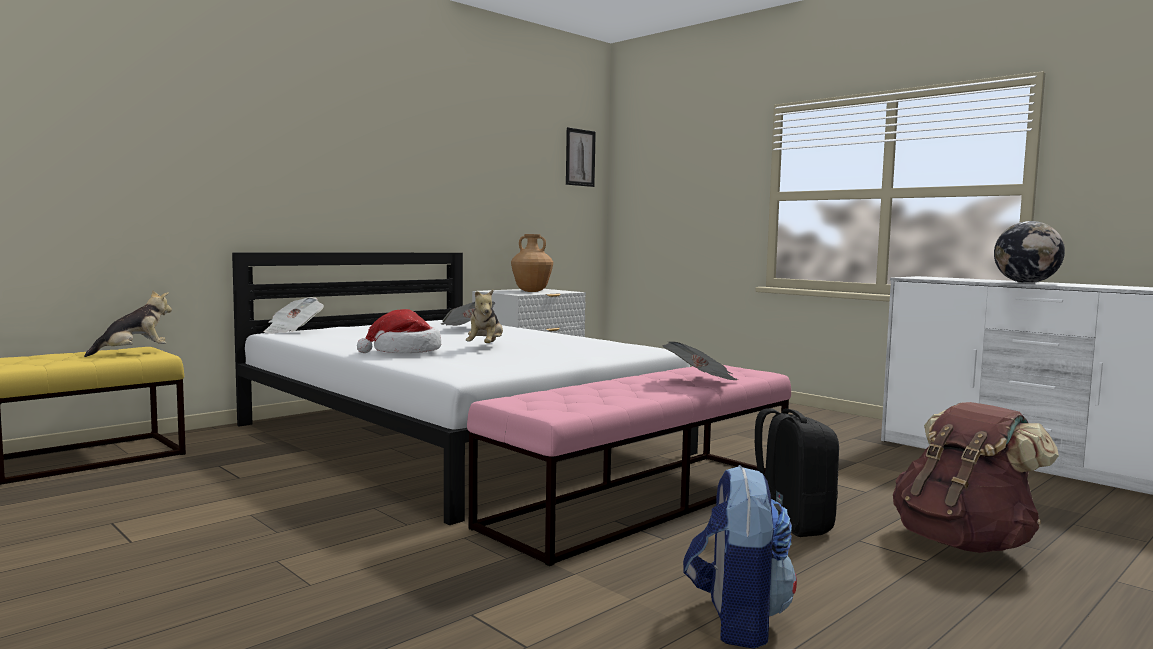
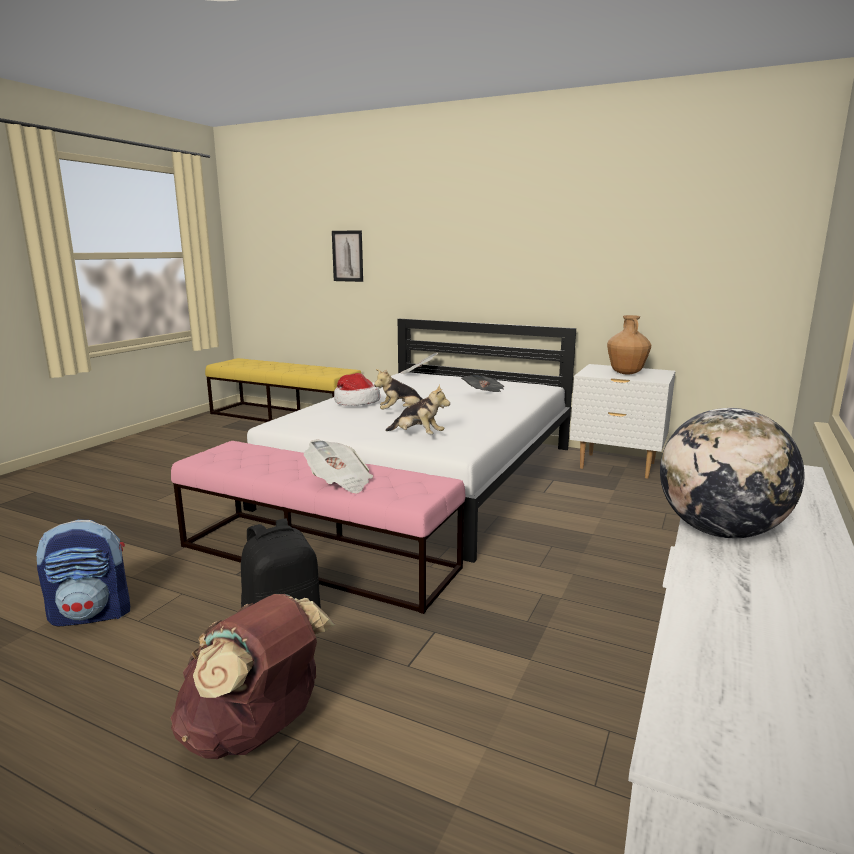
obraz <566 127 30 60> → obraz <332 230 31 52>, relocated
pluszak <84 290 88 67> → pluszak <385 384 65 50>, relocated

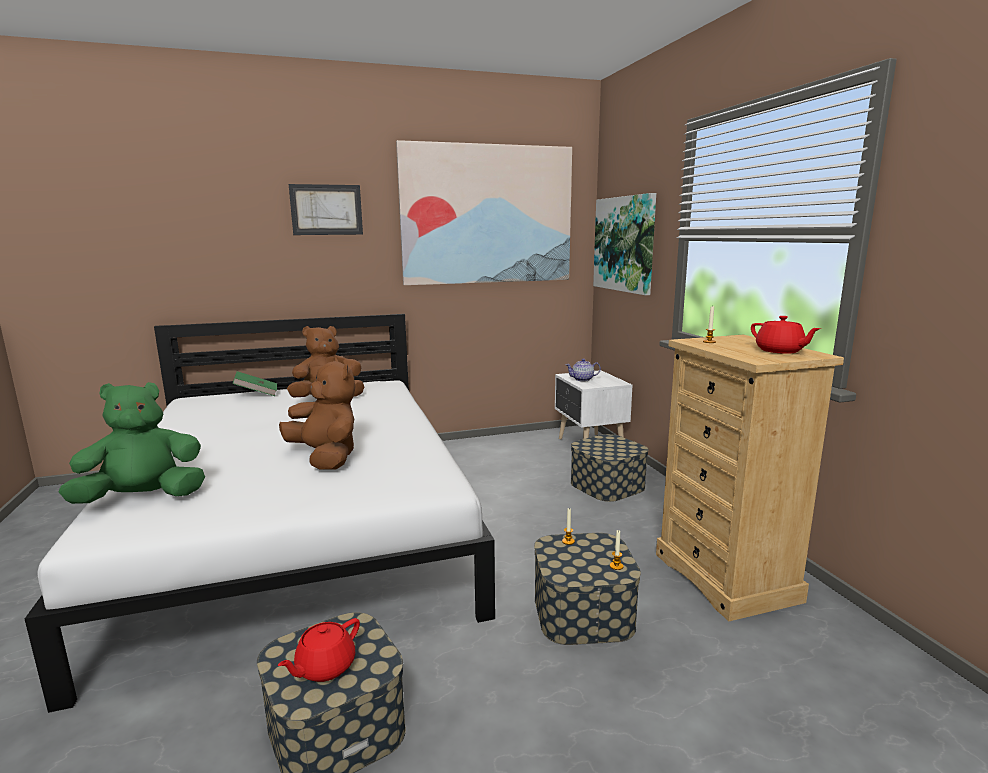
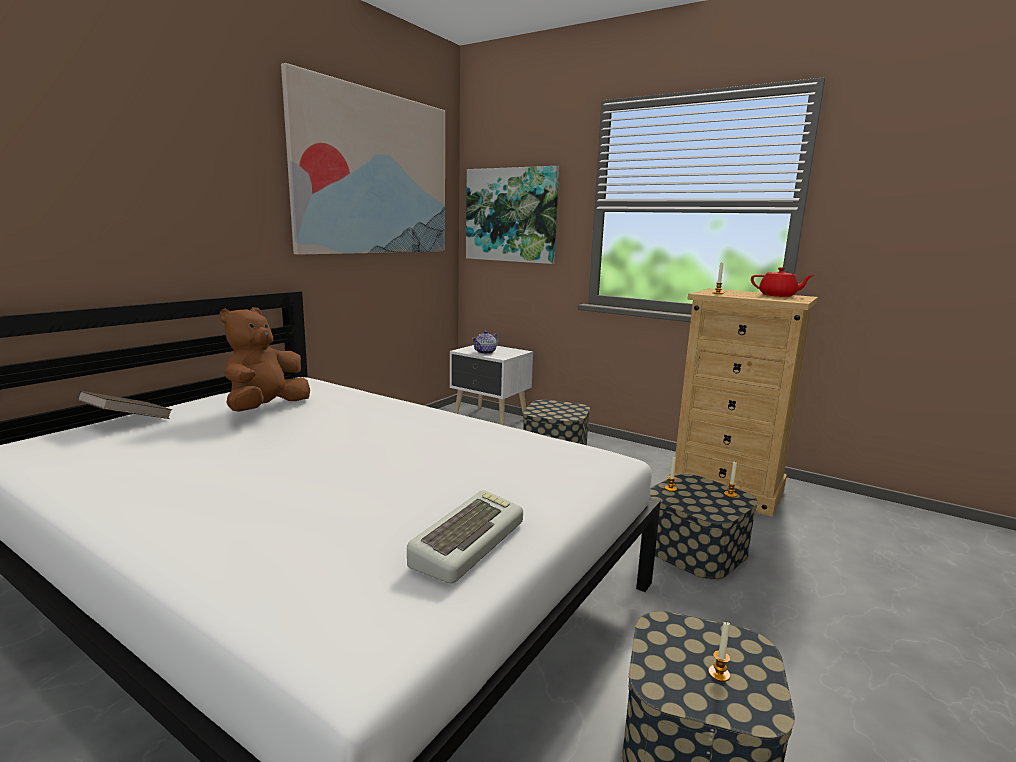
książka (zielony) <232 371 45 25> → książka (brązowy) <77 391 95 28>
- → klawiatura <407 490 116 94>
imbryk (czerwony) <278 618 82 64> → świeca <708 622 22 60>
pluszak (zielony) <59 382 146 122> → -
pluszak (brązowy) <279 358 76 111> → -
obraz <289 184 74 51> → -

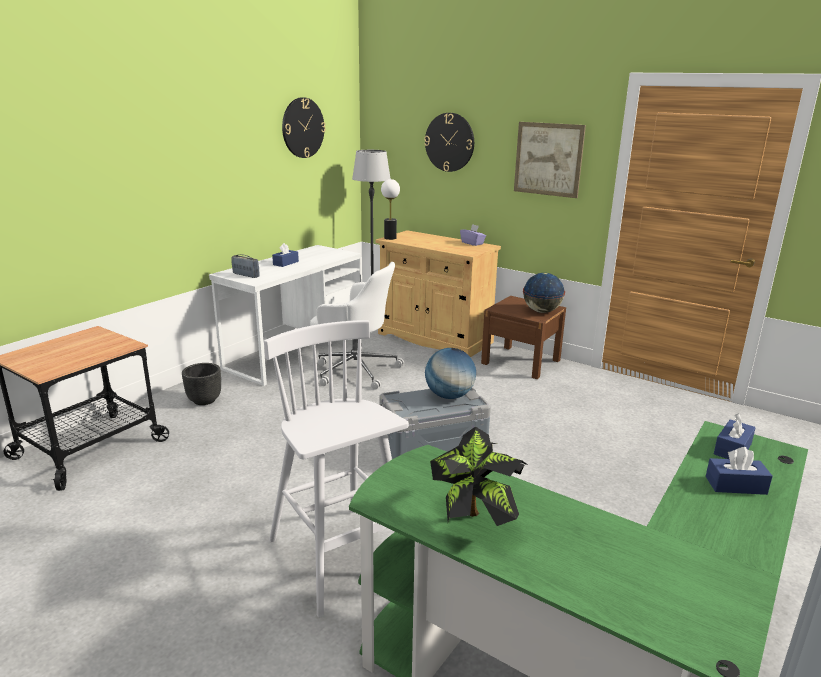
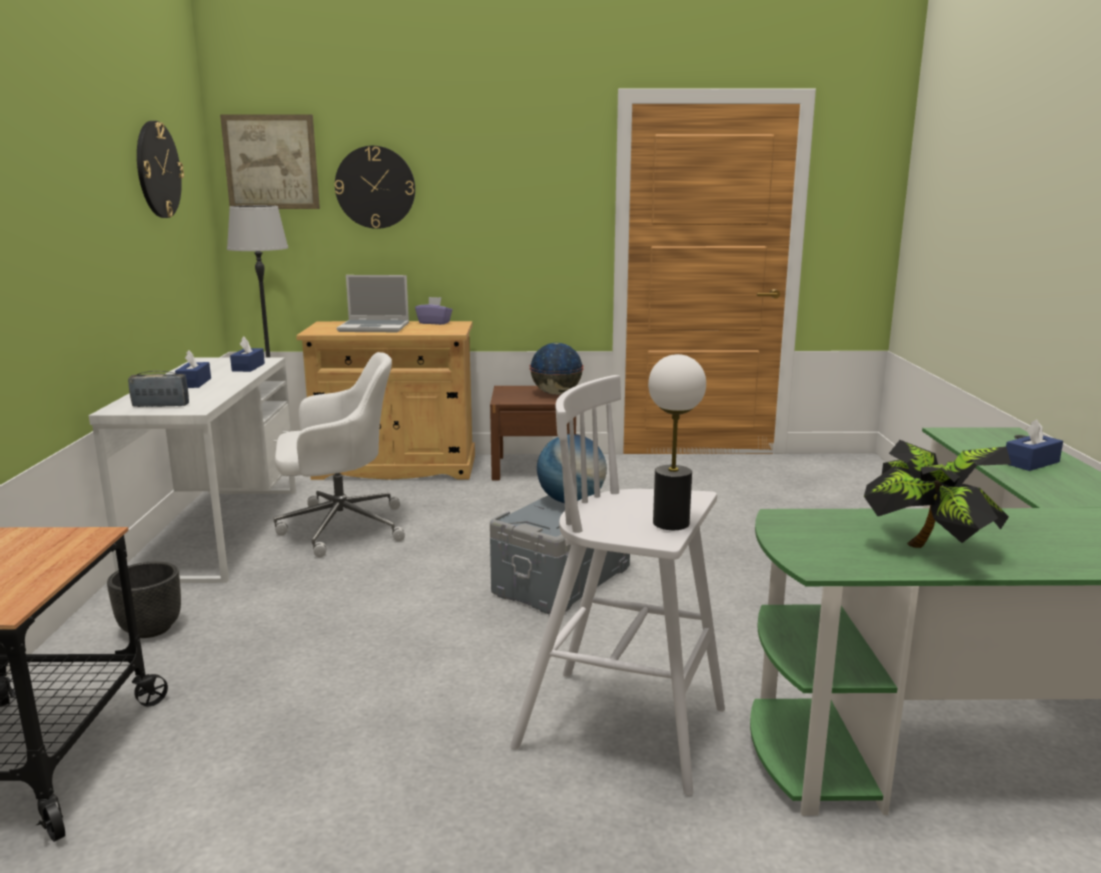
obraz <514 122 72 76> → obraz <220 115 100 94>, relocated
pudełko chusteczek (niebieski) <714 413 42 46> → pudełko chusteczek (niebieski) <230 337 35 35>, relocated
- → laptop <337 275 72 57>
lampa stołowa <381 179 19 61> → lampa stołowa <648 354 58 176>, relocated

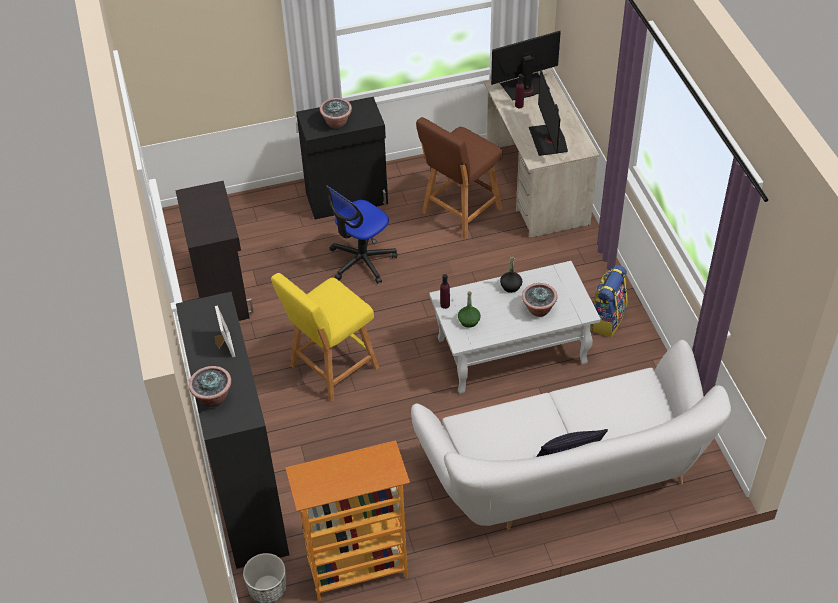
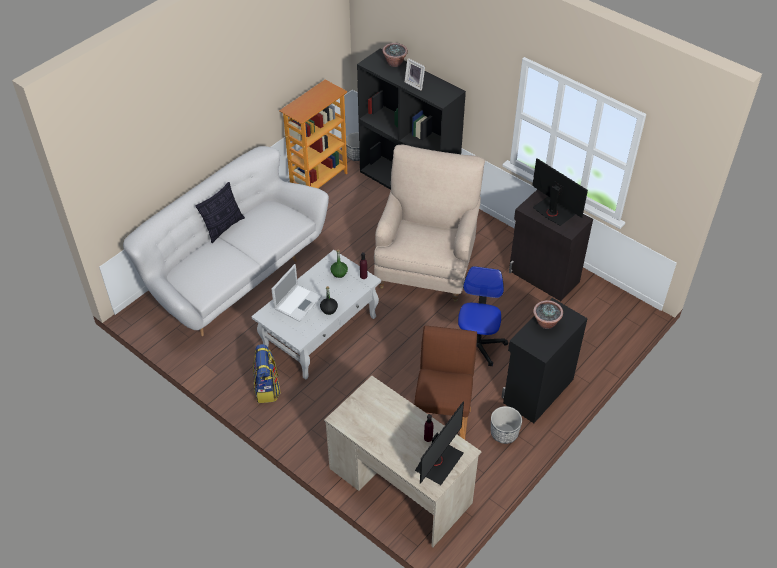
roślina doniczkowa <522 283 35 34> → laptop <271 264 51 58>
stołek (żółty) <271 273 108 129> → fotel (beżowy) <374 145 111 157>
- → donica <491 406 31 38>
monitor <529 70 39 86> → monitor <532 158 56 68>, relocated

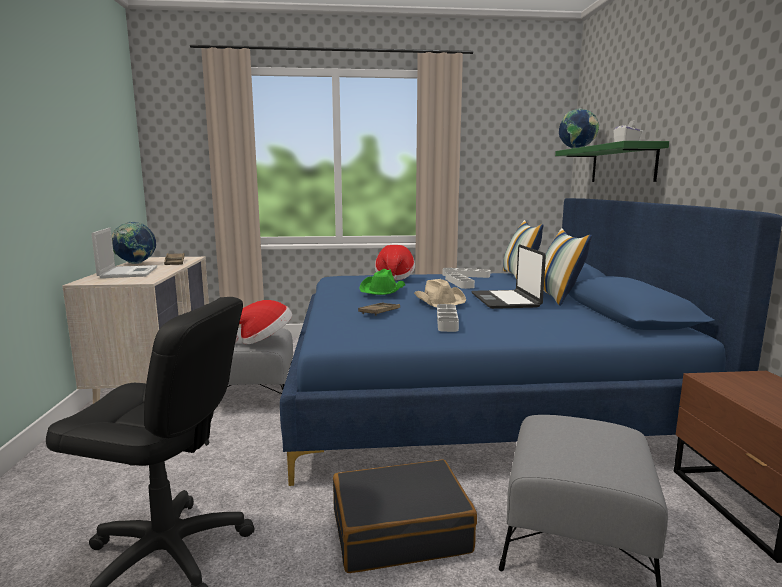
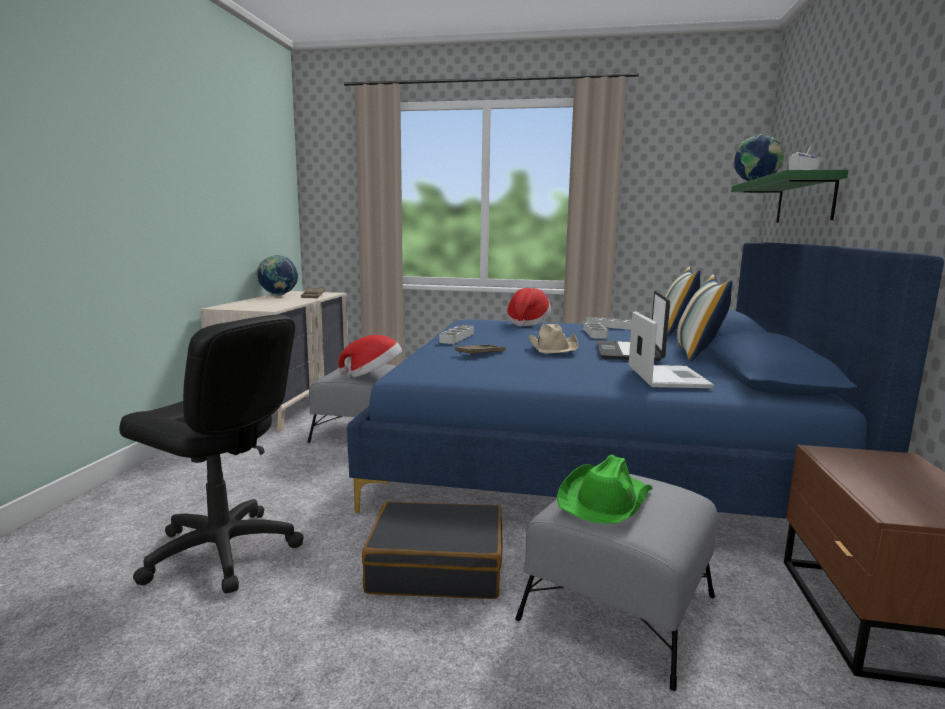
taca (szary) <437 304 22 28> → taca (szary) <439 325 35 19>, relocated
kapelusz (zielony) <359 269 46 26> → kapelusz (zielony) <557 455 96 69>, relocated
laptop <91 228 66 50> → laptop <629 311 85 77>, relocated

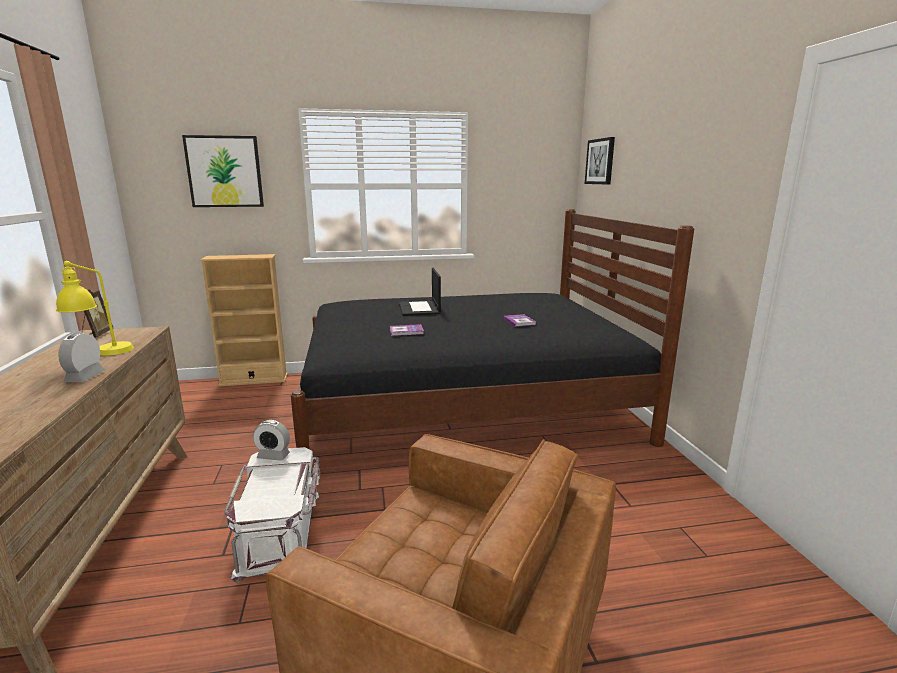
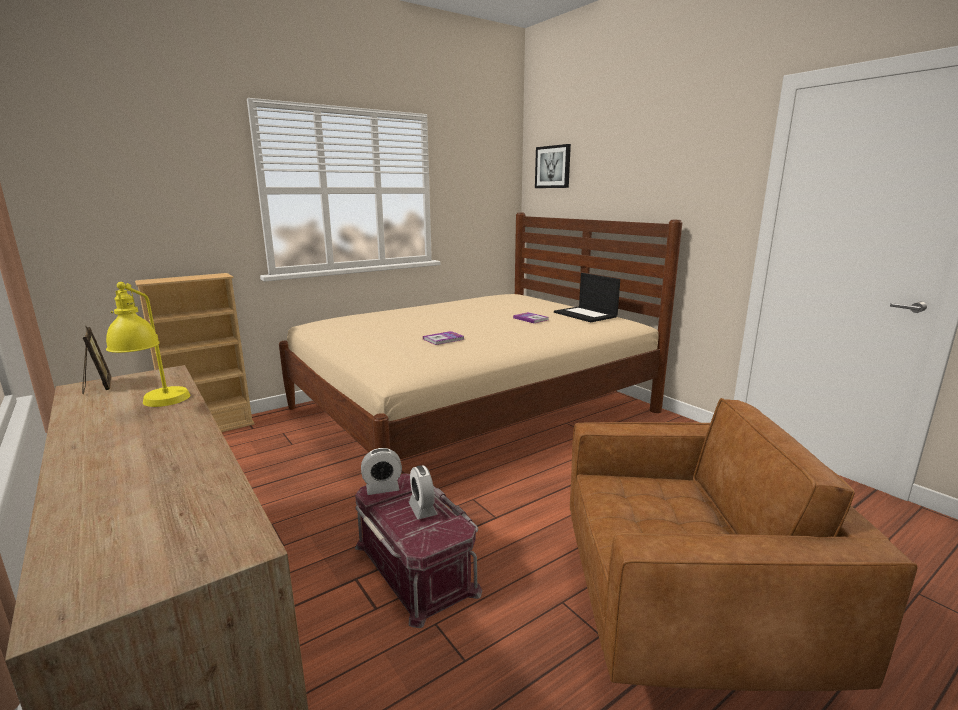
łóżko (czarny) <291 209 403 240> → łóżko (beżowy) <279 213 403 246>
pojemnik do przechowywania (biały) <224 447 96 136> → pojemnik do przechowywania (czerwony) <355 473 127 155>
budzik <58 332 47 50> → budzik <408 465 30 54>, relocated
laptop <399 268 42 48> → laptop <554 273 66 49>, relocated
obraz <182 135 82 72> → -

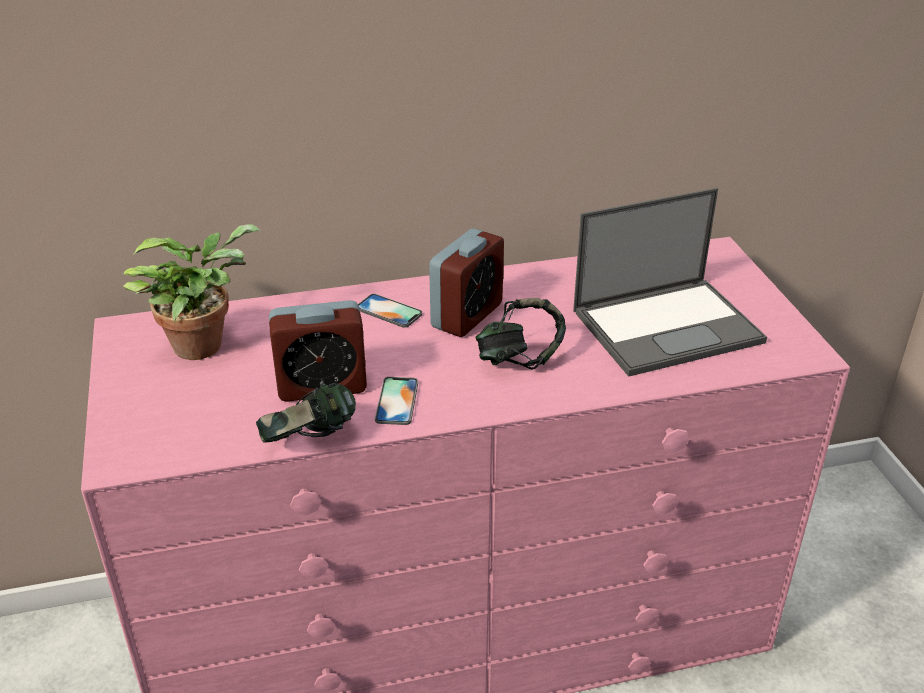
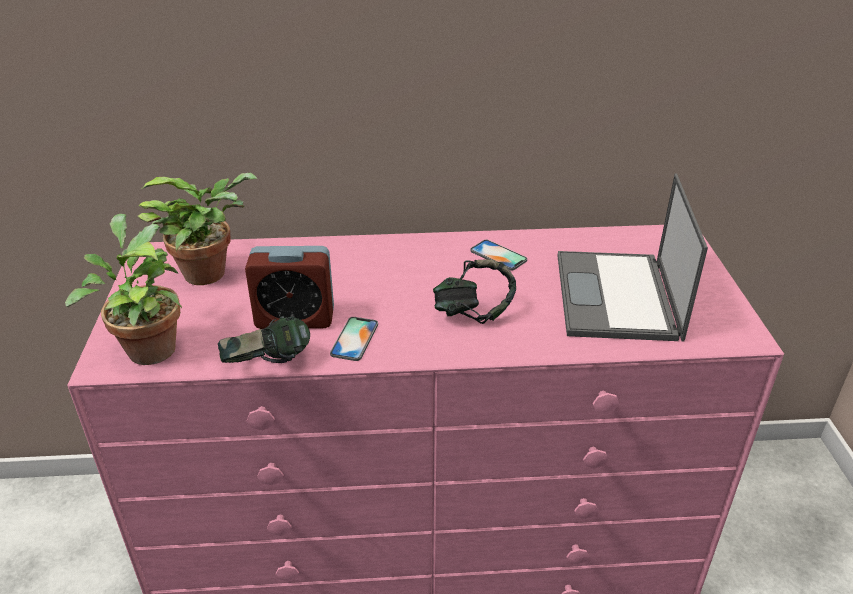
- → roślina doniczkowa <65 214 117 151>
telefon <358 294 64 34> → telefon <470 240 57 30>, relocated
laptop <573 188 194 189> → laptop <558 174 150 168>, 105 degrees clockwise
budzik <429 229 75 108> → -

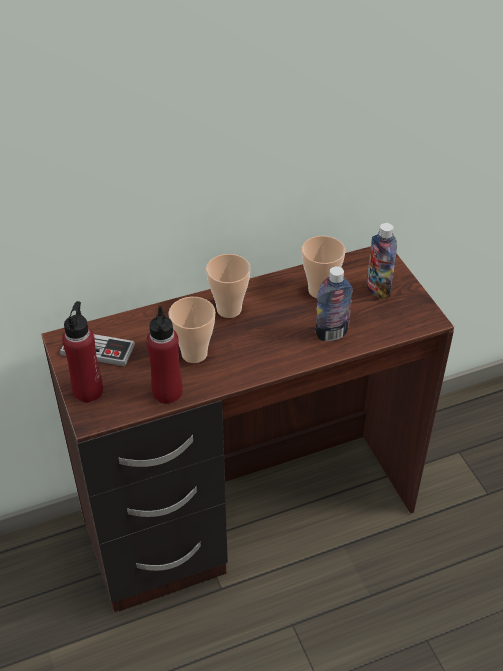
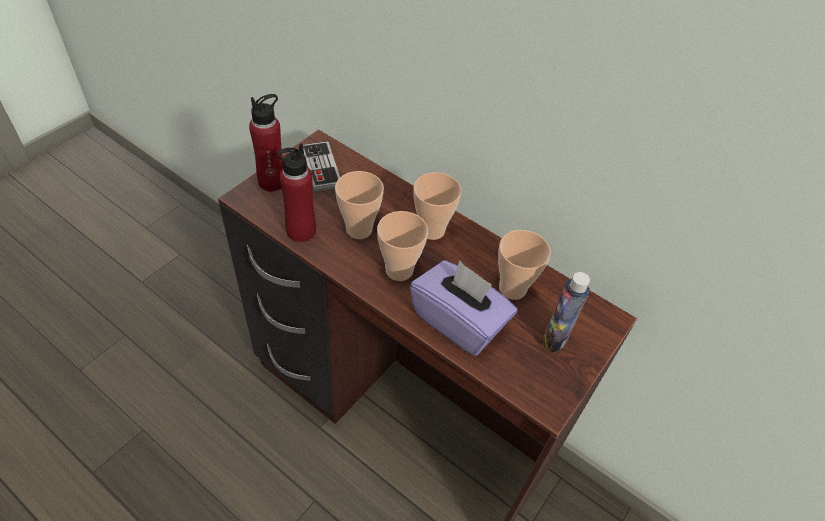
- → filiżanka <377 211 51 70>
butelka <315 266 38 75> → pudełko chusteczek (fioletowy) <410 260 107 96>

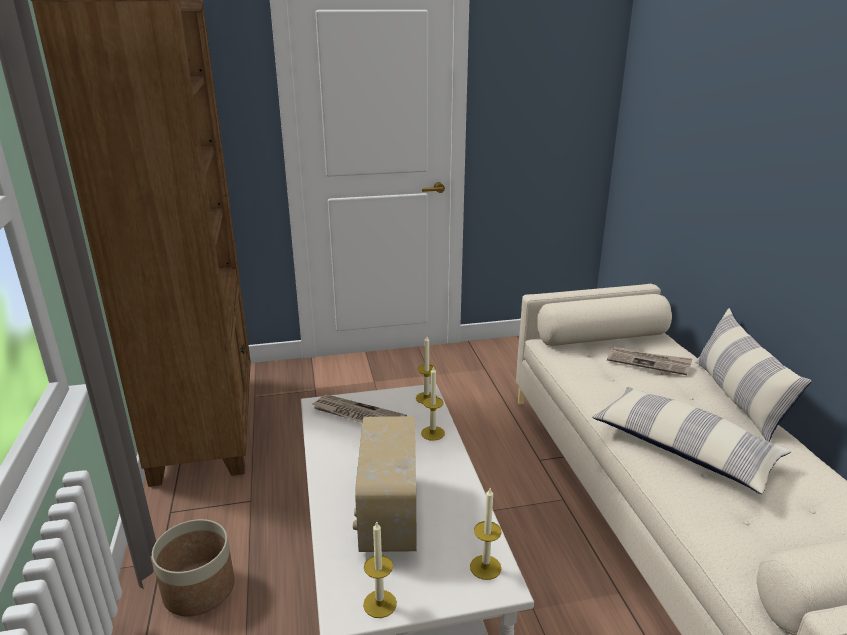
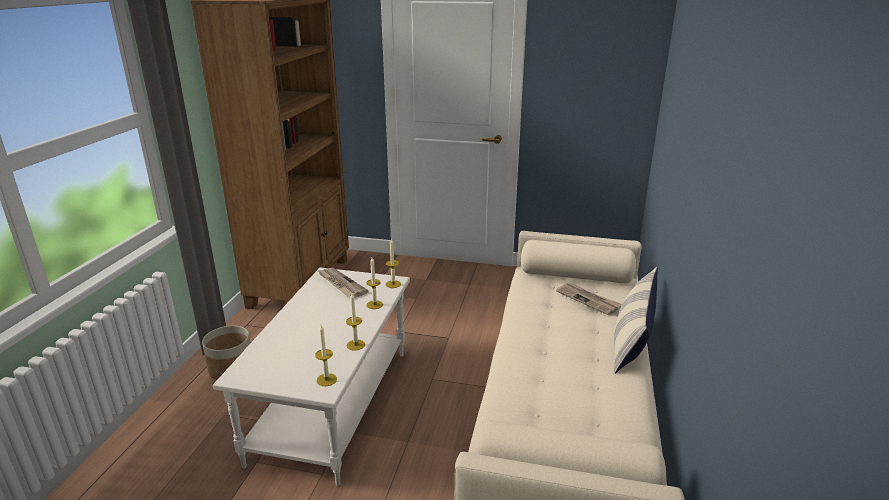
świeca <363 520 34 98> → świeca <346 294 19 57>, relocated
radio <353 416 64 136> → -
poduszka <592 387 199 107> → -

